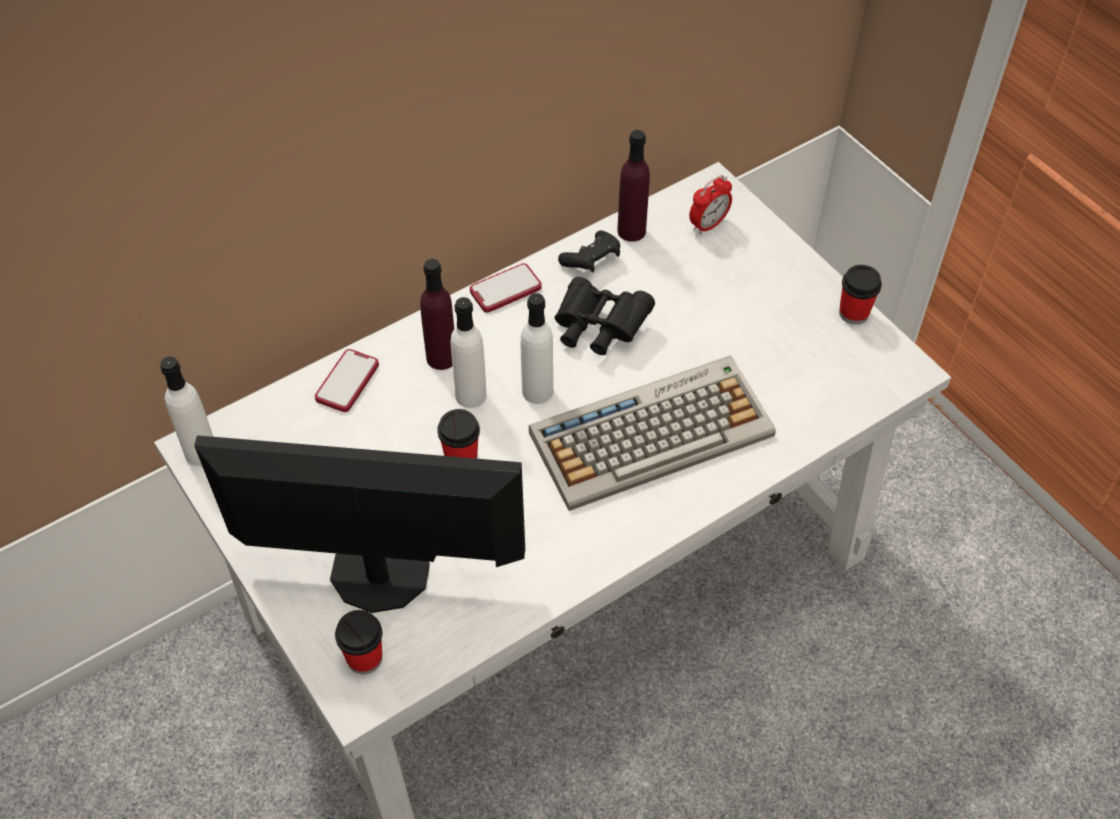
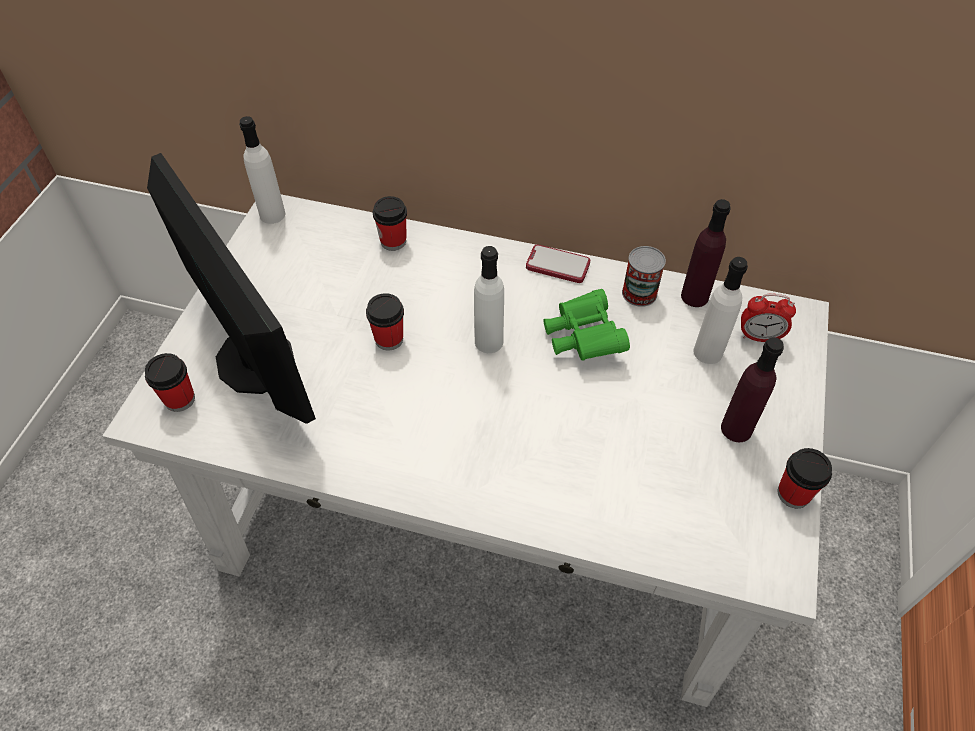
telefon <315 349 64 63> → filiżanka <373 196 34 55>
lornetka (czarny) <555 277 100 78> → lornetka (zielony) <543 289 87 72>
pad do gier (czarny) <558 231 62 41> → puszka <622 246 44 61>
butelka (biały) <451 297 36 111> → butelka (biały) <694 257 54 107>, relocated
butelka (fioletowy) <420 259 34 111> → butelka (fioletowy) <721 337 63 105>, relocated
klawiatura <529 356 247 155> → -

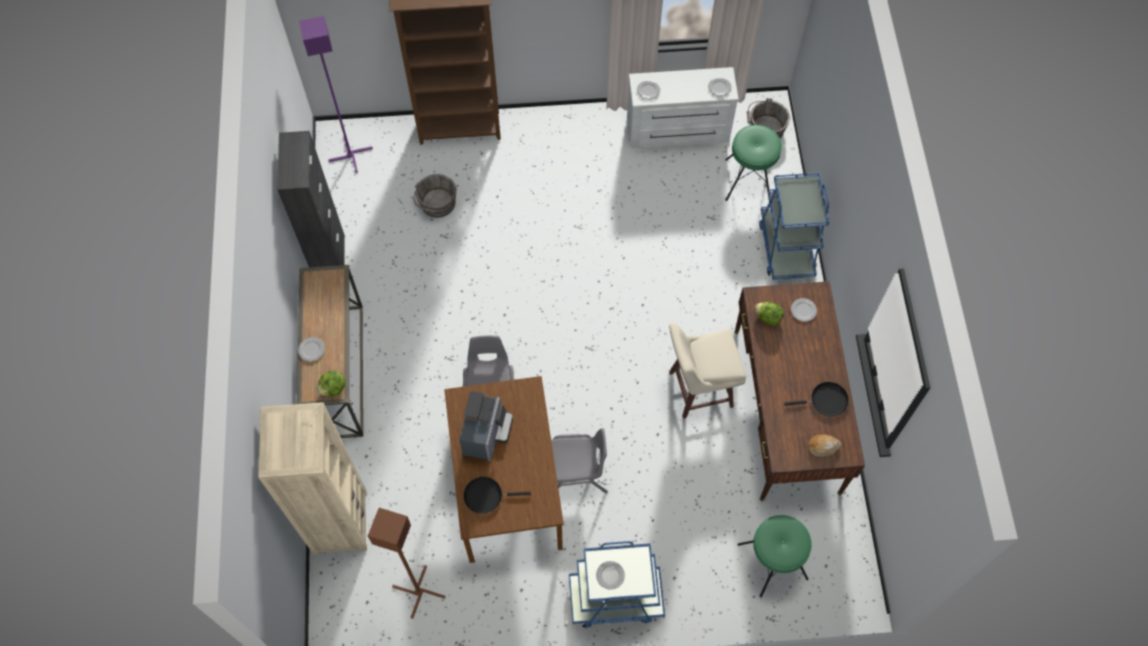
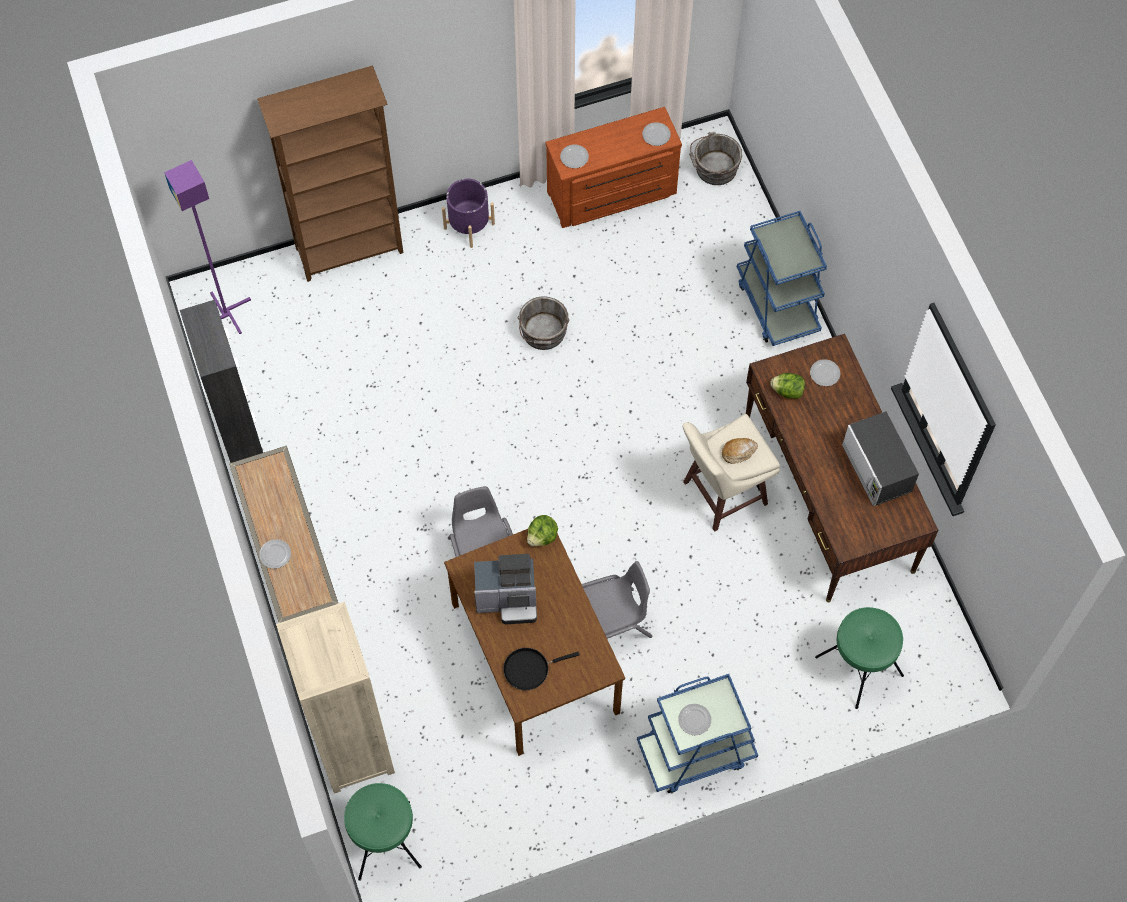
stołek (zielony) <725 125 57 78> → stołek (zielony) <344 783 78 98>, relocated
- → donica (fioletowy) <442 179 53 69>
ekspres do kawy <459 391 54 70> → ekspres do kawy <474 554 63 70>, 90 degrees clockwise
wiadro (szary) <414 174 42 44> → wiadro (szary) <518 296 51 54>, relocated
sałata <316 371 29 25> → sałata <527 515 31 31>, relocated
komoda (biały) <627 67 112 81> → komoda (brązowy) <546 107 136 121>
chleb <808 434 34 23> → chleb <722 438 36 26>, relocated
patelnia (czarny) <784 382 65 34> → mikrofalówka <842 411 77 95>
lampa stojąca (brązowy) <368 508 78 111> → -

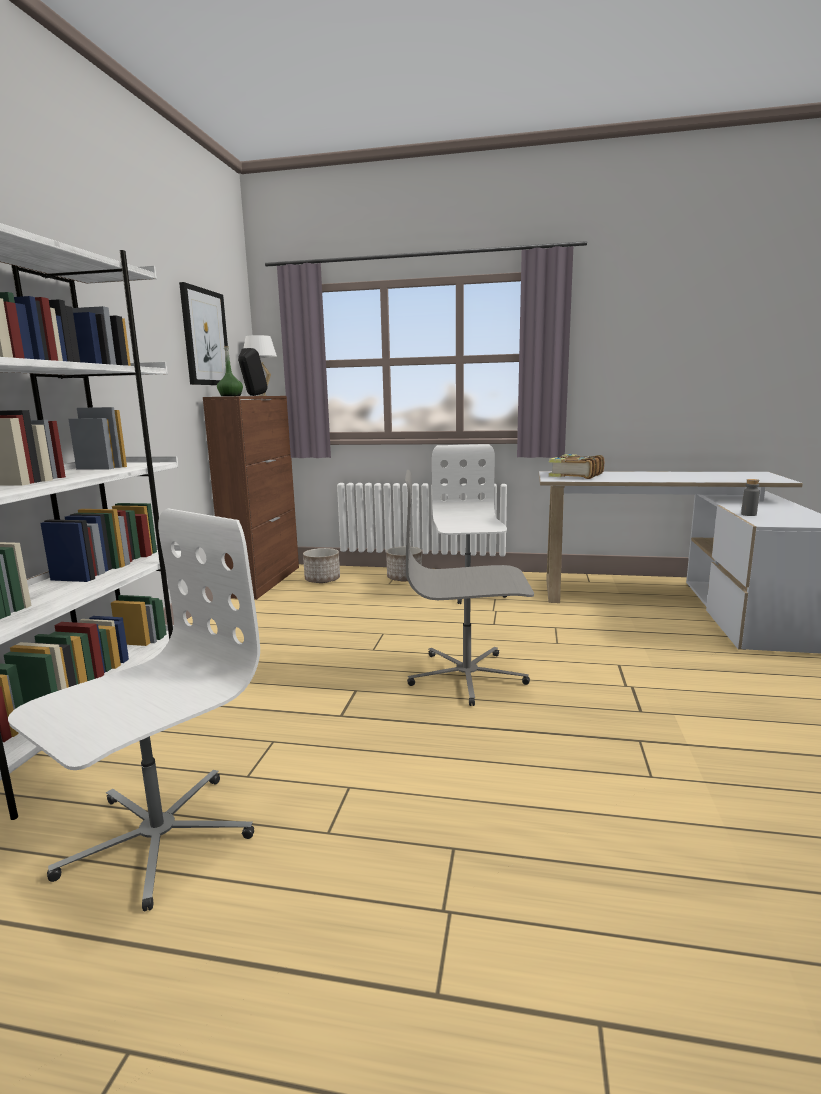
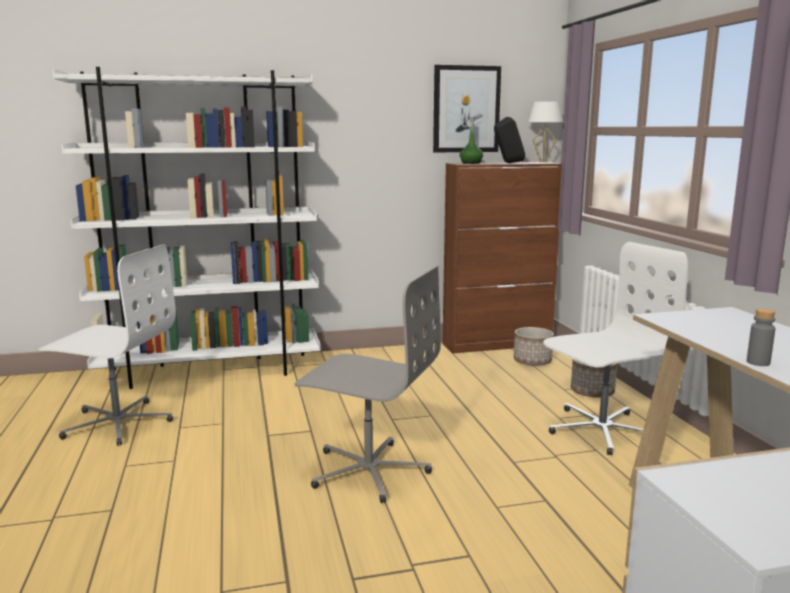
krzesło biurowe (szary) <405 470 129 236> → krzesło biurowe (szary) <295 266 146 237>, 135 degrees clockwise
butelka (szary) <741 479 19 37> → butelka (szary) <747 308 28 58>, relocated
książka <548 454 56 25> → -

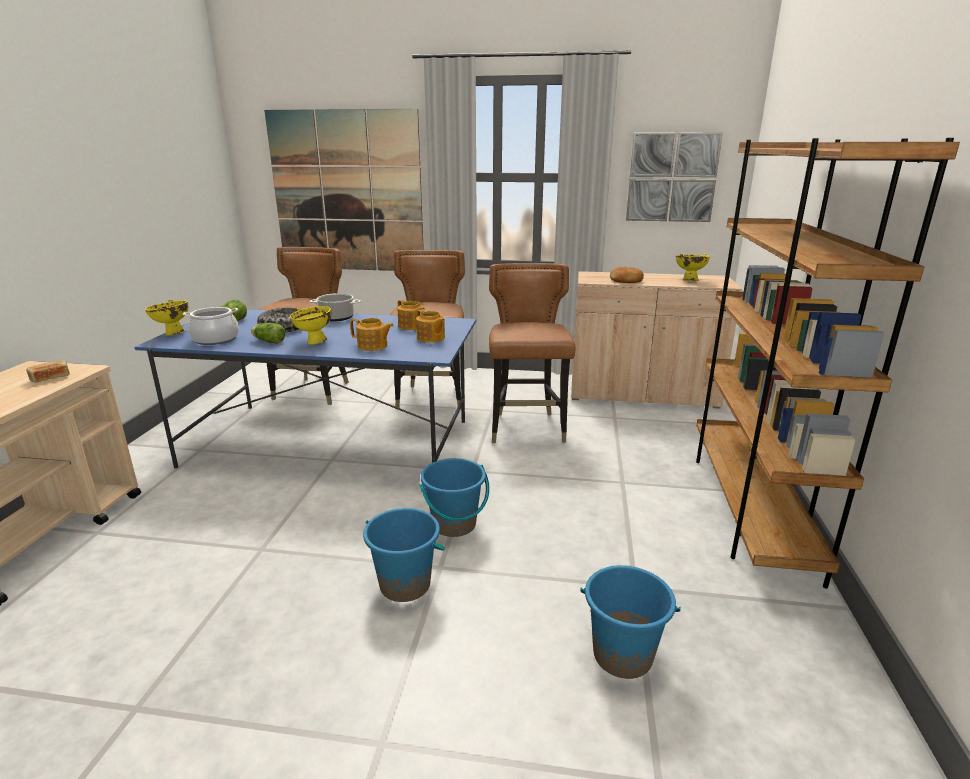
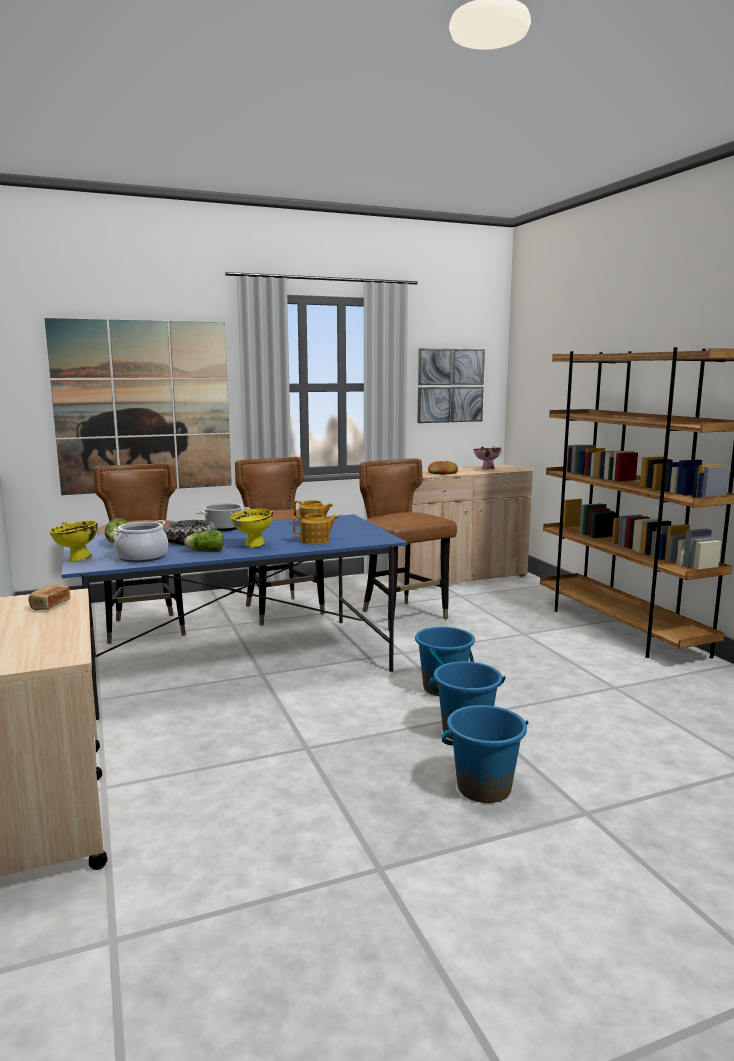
wiadro (niebieski) <580 565 101 114> → wiadro (niebieski) <441 705 87 98>, relocated
miska (żółty) <676 253 34 28> → miska (różowy) <473 446 29 23>
imbryk <416 310 29 33> → -

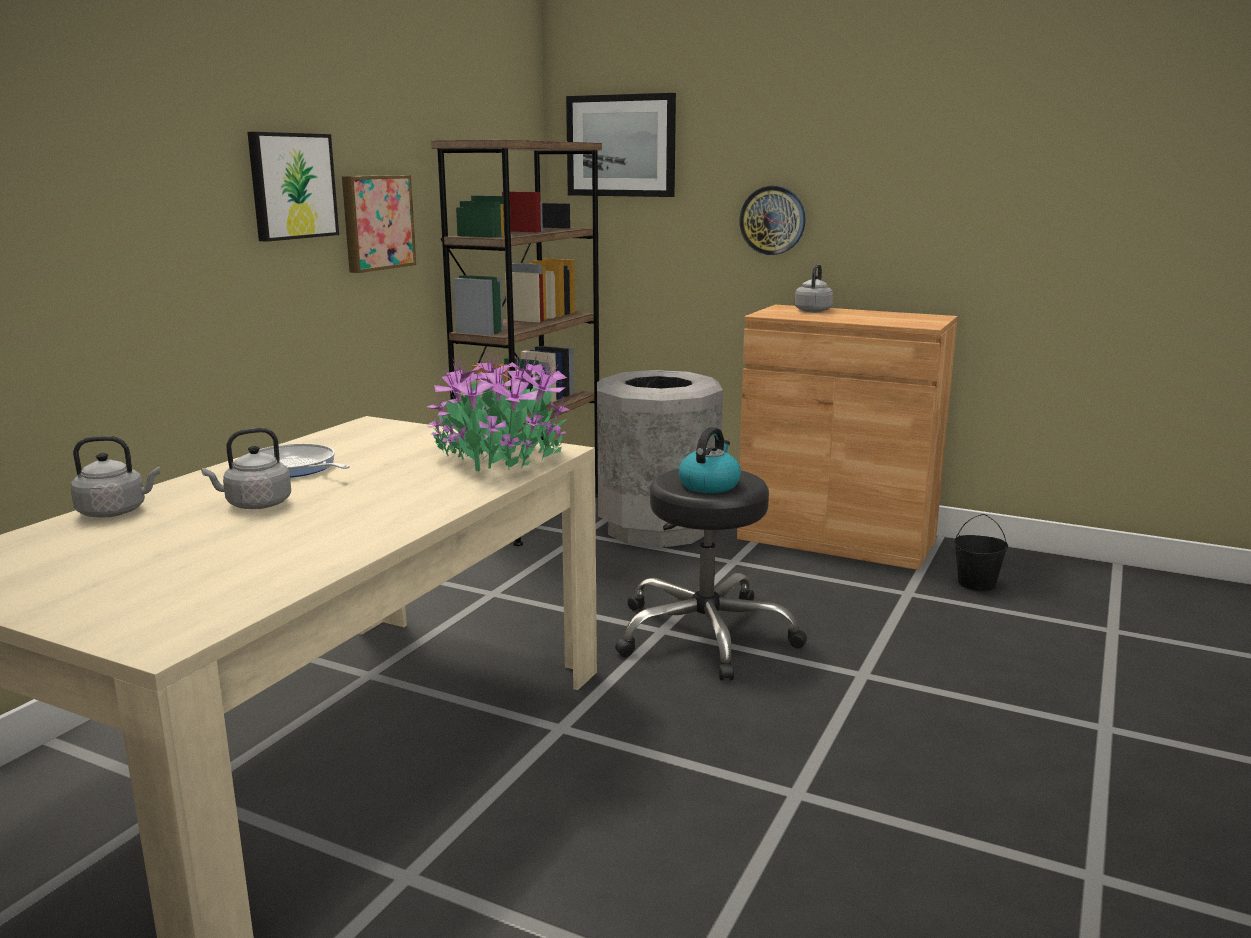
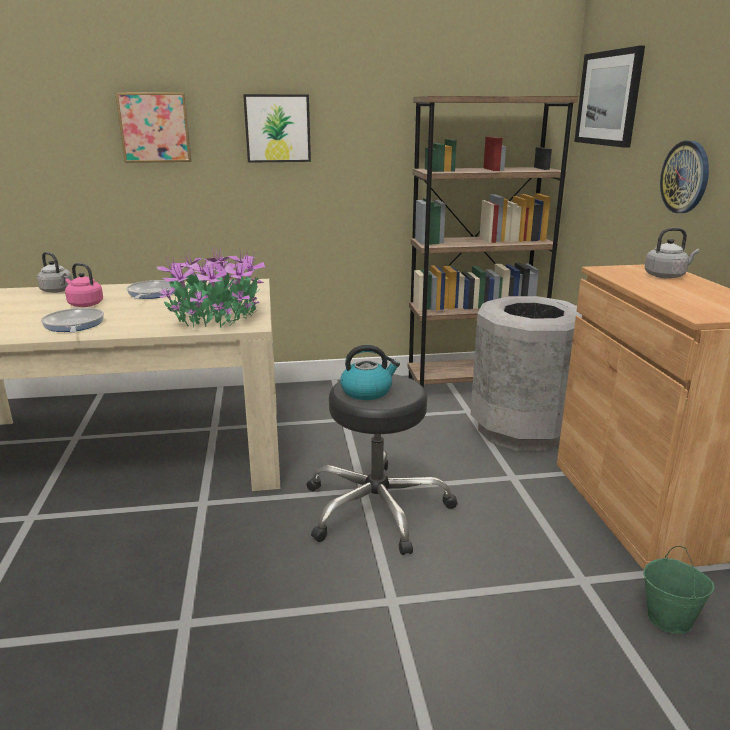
- → patelnia <41 308 63 25>
czajnik (szary) <201 428 90 81> → czajnik (różowy) <65 263 38 44>
obraz <342 175 74 98> → obraz <115 92 77 71>, relocated
wiadro (czarny) <954 514 54 78> → wiadro (zielony) <643 546 71 88>

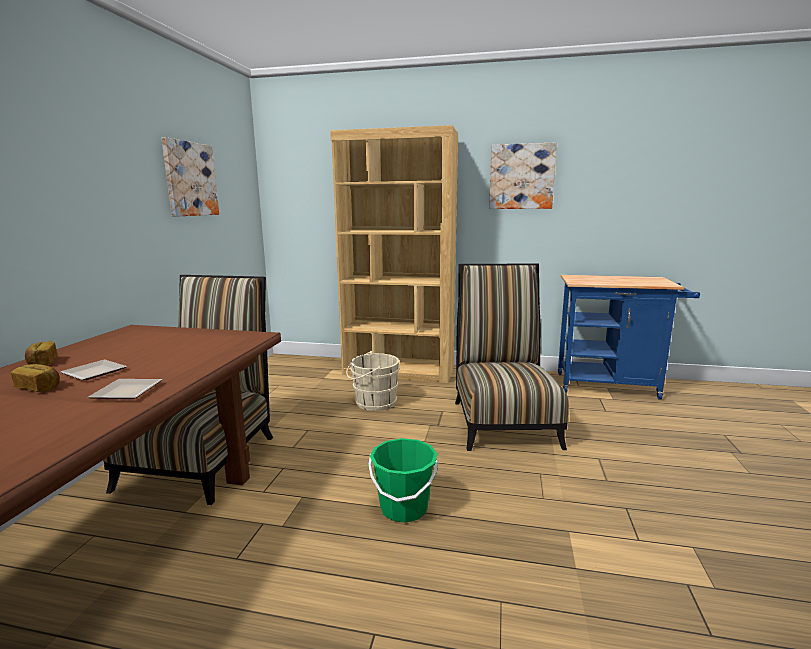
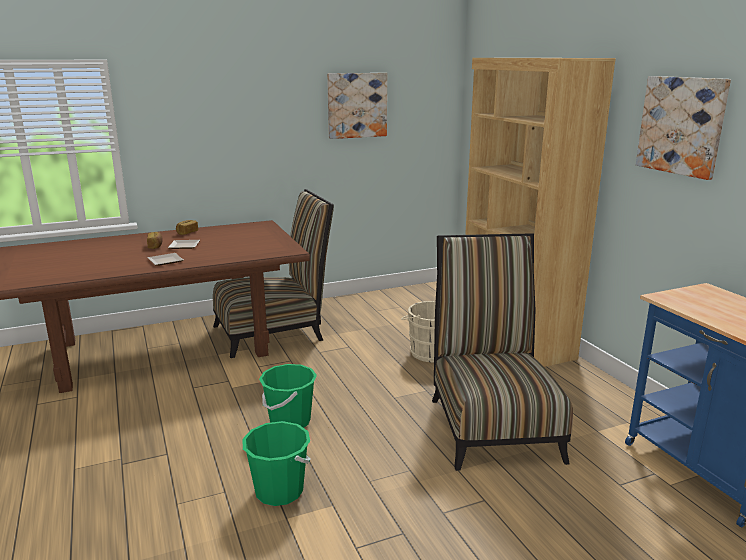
- → wiadro (zielony) <242 421 68 85>
krzesło <455 263 114 188> → krzesło <432 233 141 238>, 60 degrees counterclockwise

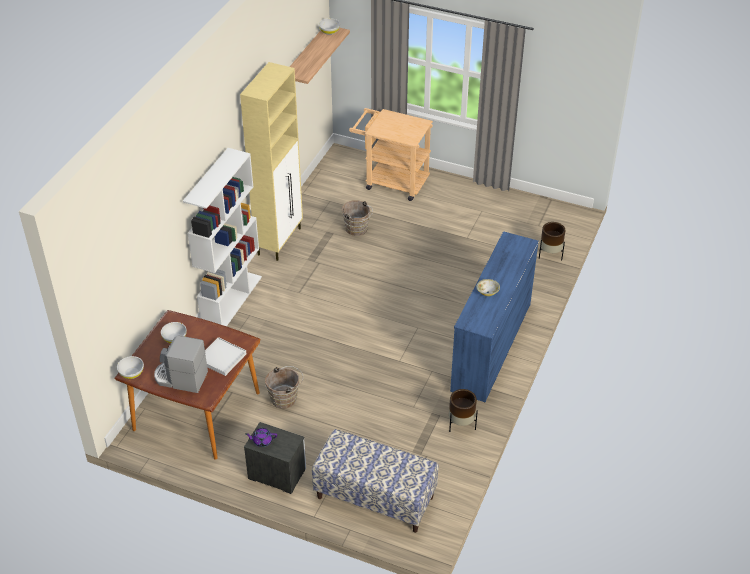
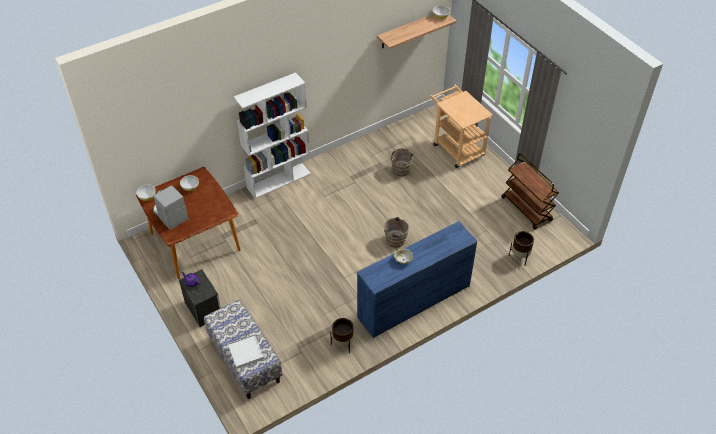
taca (biały) <205 337 41 39> → taca (biały) <228 334 36 35>, relocated
wiadro (brązowy) <265 366 38 43> → wiadro (brązowy) <384 217 28 31>, relocated
- → wózek (brązowy) <502 153 57 76>
szafka (beżowy) <240 62 63 199> → -

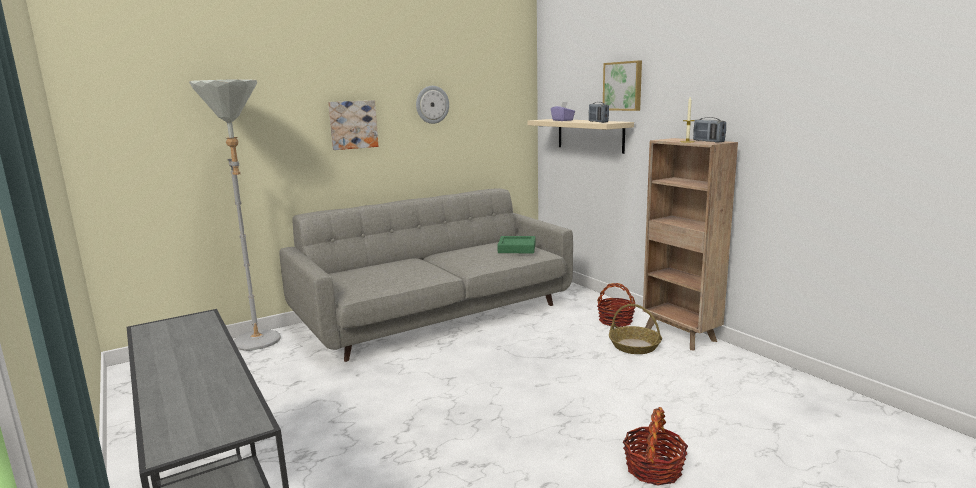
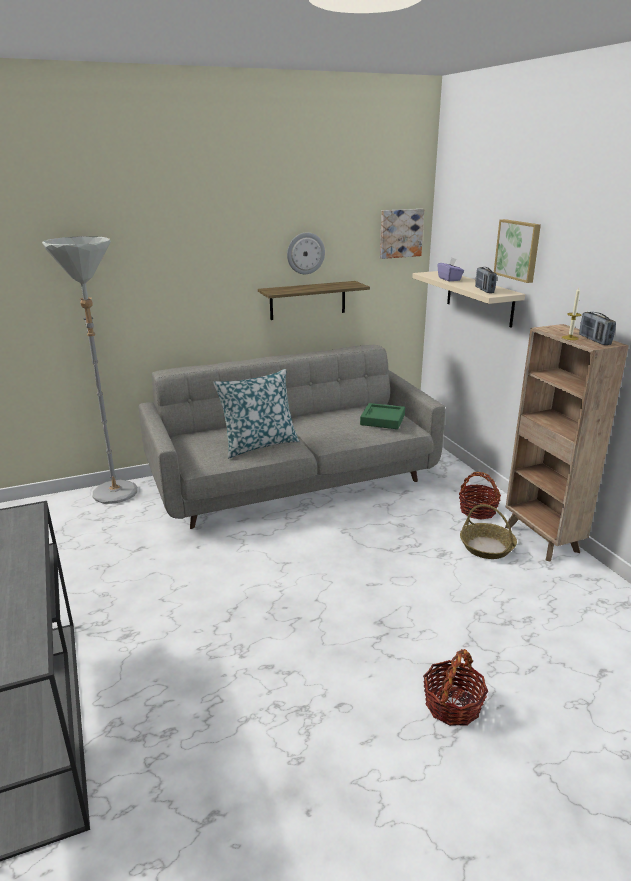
- → poduszka <213 369 86 89>
- → półka <258 281 112 39>
obraz <328 100 50 50> → obraz <380 209 44 50>, relocated

